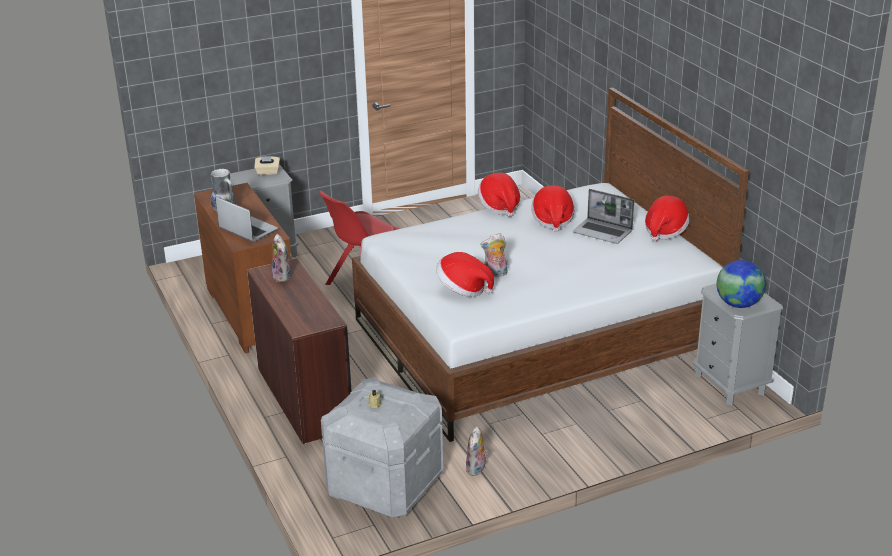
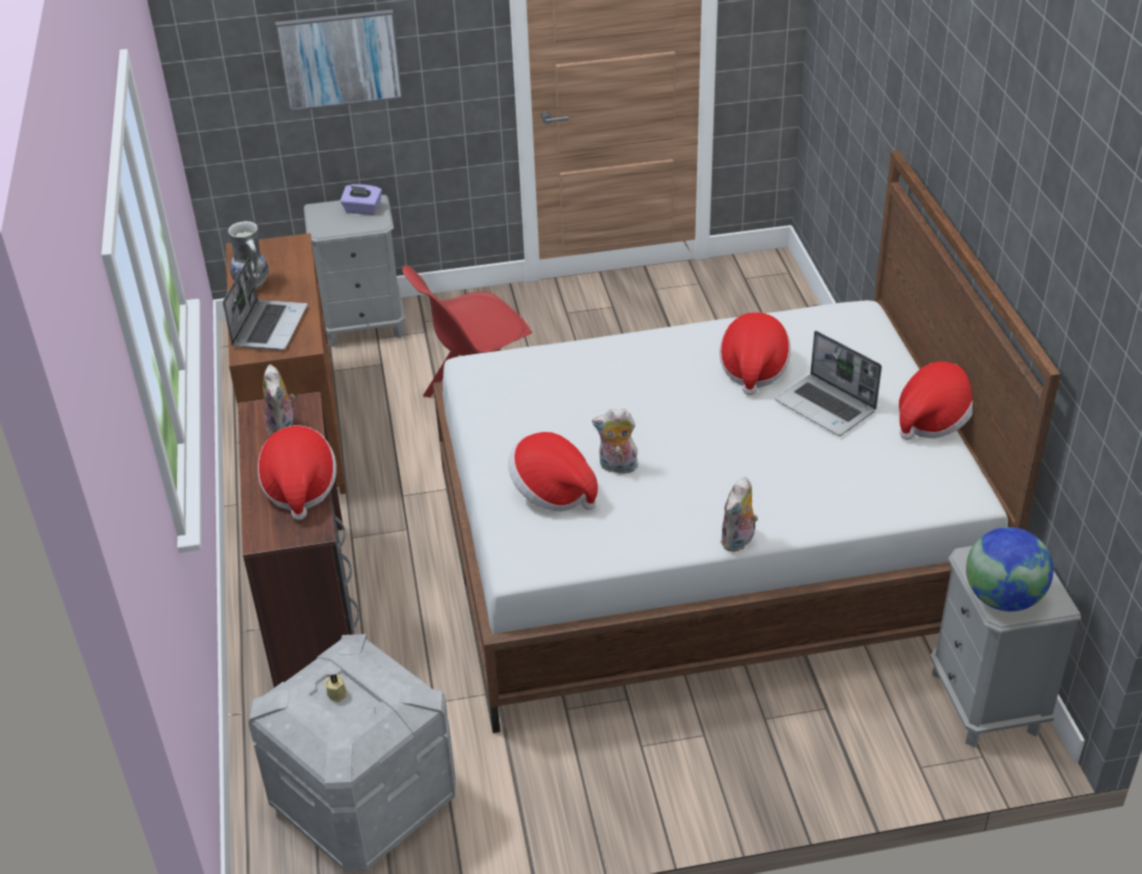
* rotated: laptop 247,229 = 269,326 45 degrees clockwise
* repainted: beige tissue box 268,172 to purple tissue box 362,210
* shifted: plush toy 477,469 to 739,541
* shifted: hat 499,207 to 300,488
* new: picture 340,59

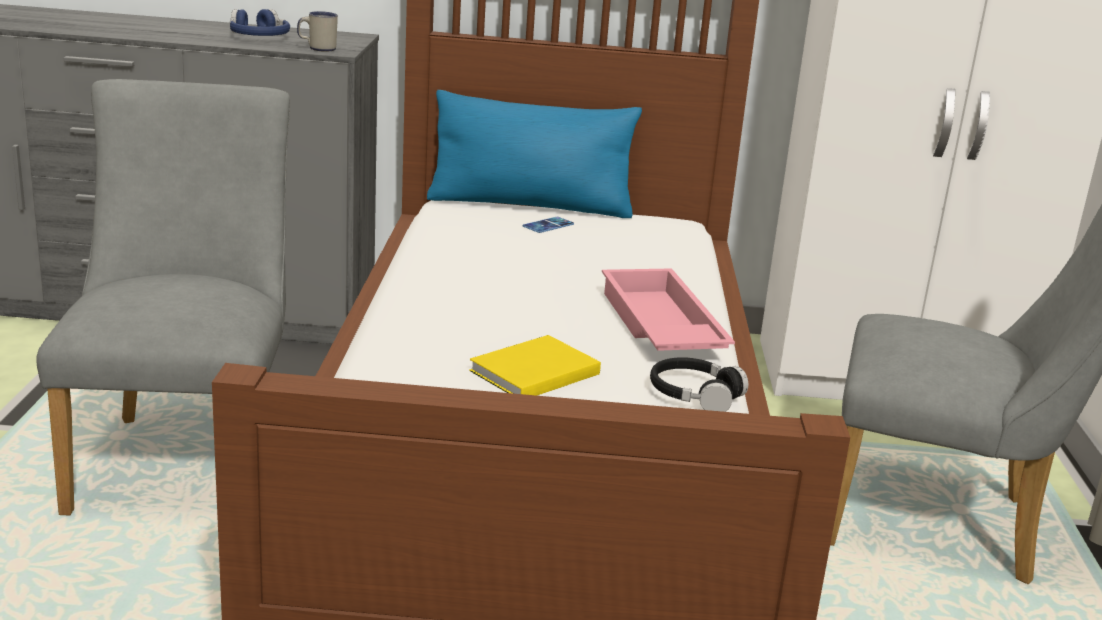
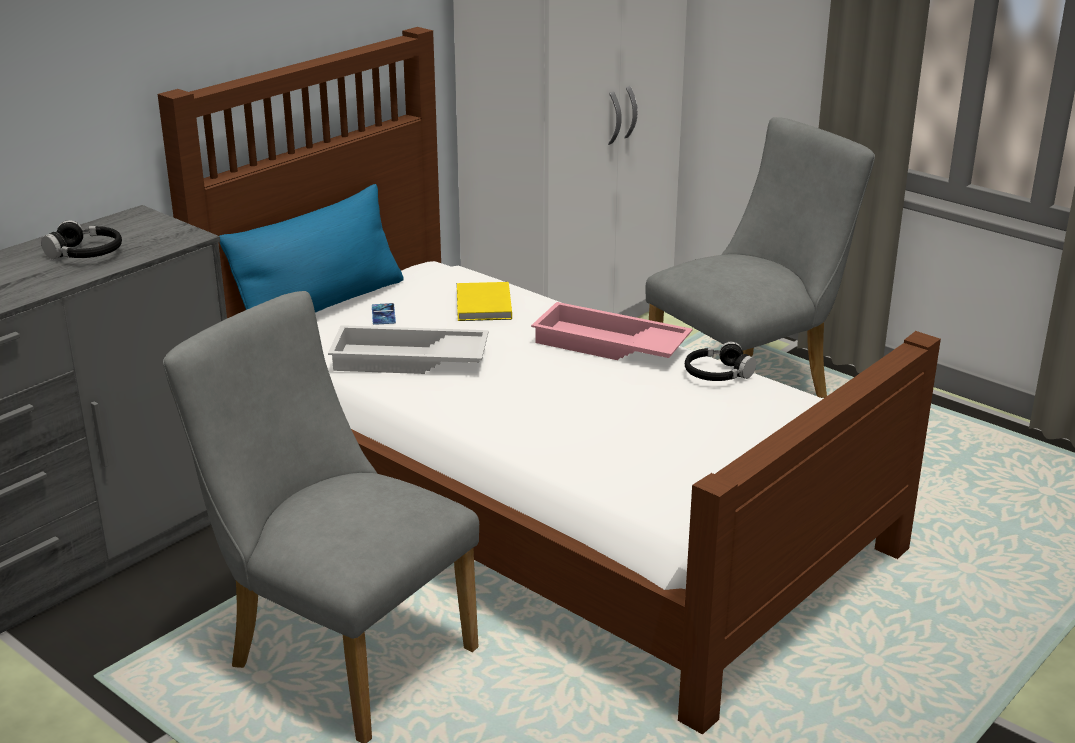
* repainted: blue headphones 259,37 to black headphones 85,253
* gone: white mug 317,48
* shifted: yellow book 531,372 to 482,306
* new: white tray 408,361

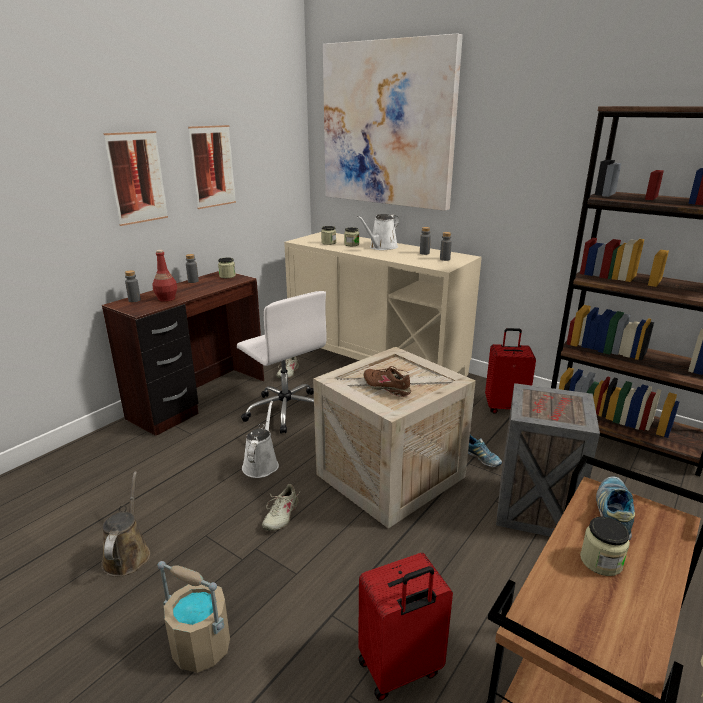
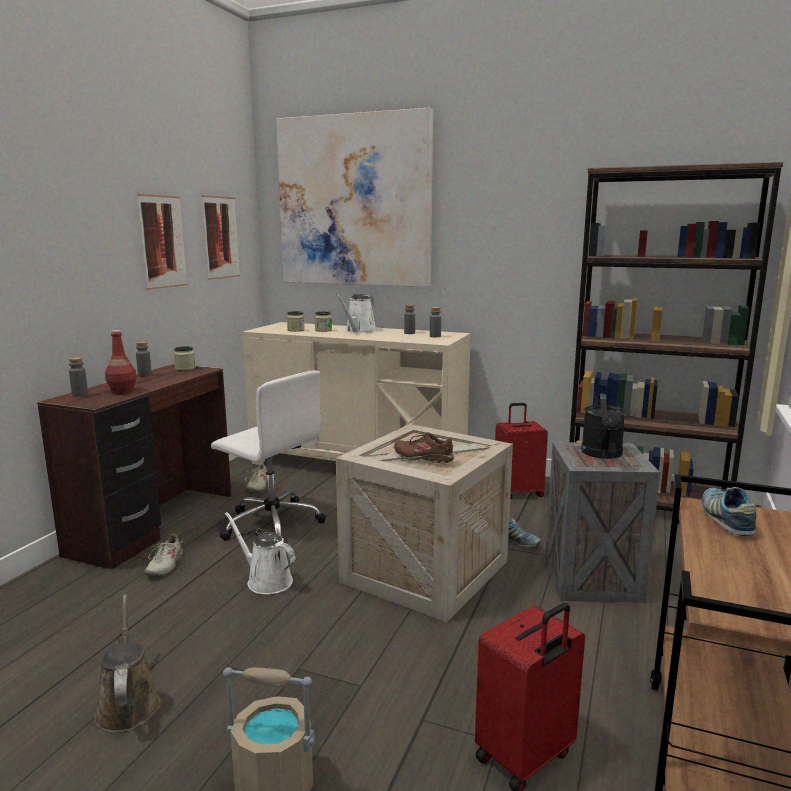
* shifted: picture 137,178 to 220,237
* rotated: white watering can 261,464 = 266,581 45 degrees counterclockwise
* shifted: beige shoe 281,515 to 165,565
* gone: jar 601,561
* new: black watering can 602,454

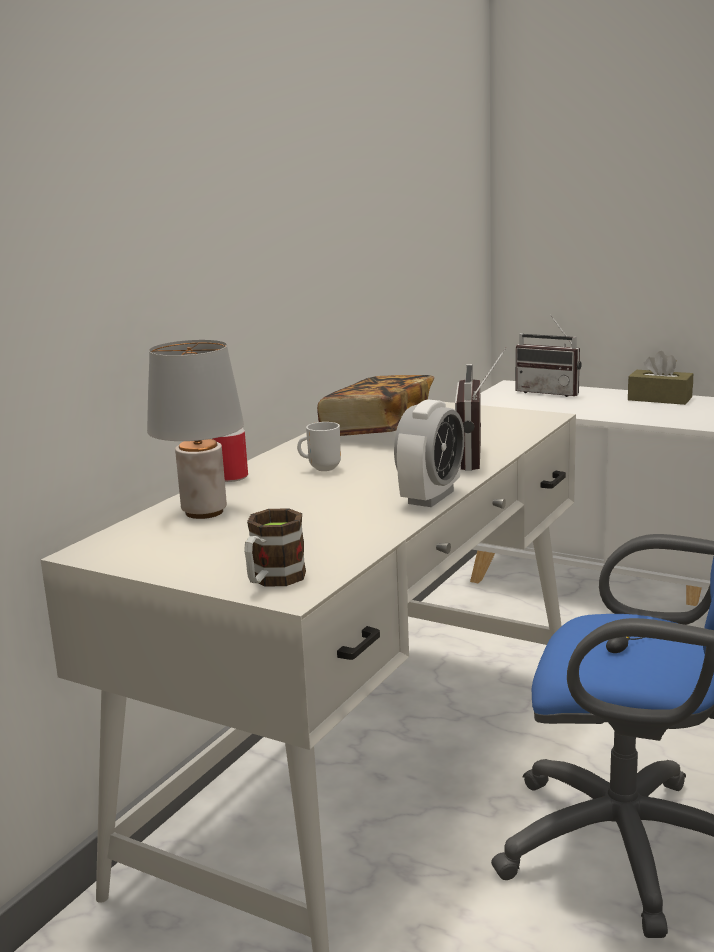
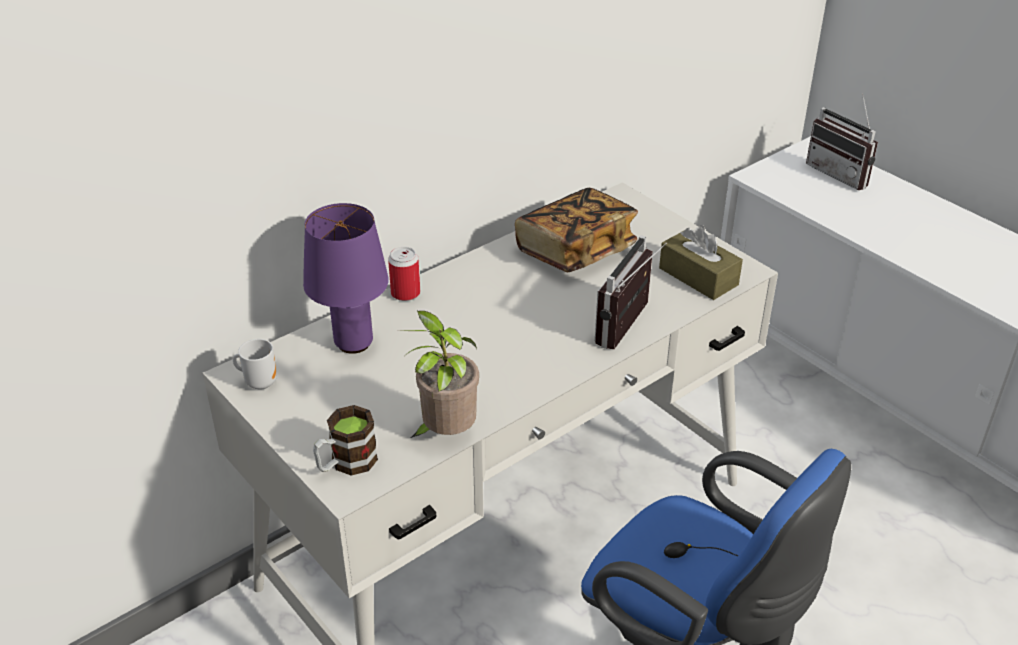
* repainted: grey table lamp 205,512 to purple table lamp 354,343
* shifted: mug 322,468 to 259,382
* gone: alarm clock 430,497
* shifted: brown tissue box 659,399 to 698,276
* new: potted plant 445,434

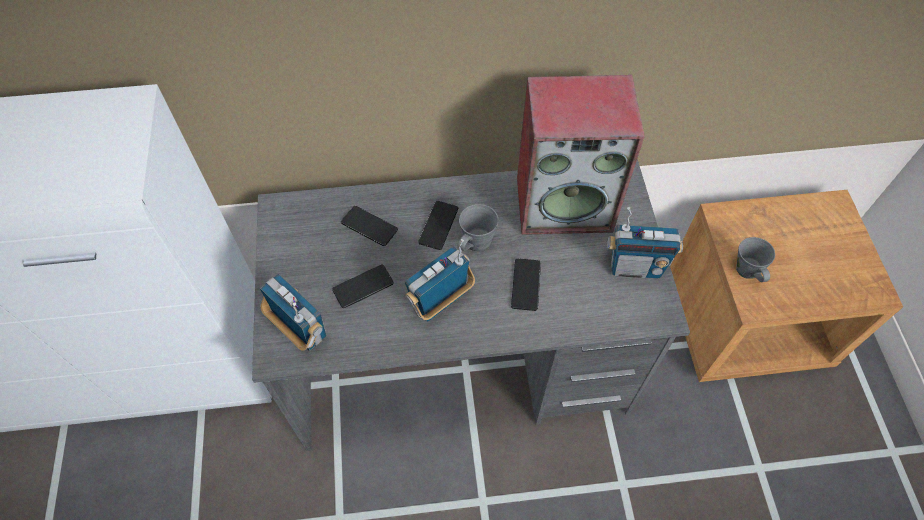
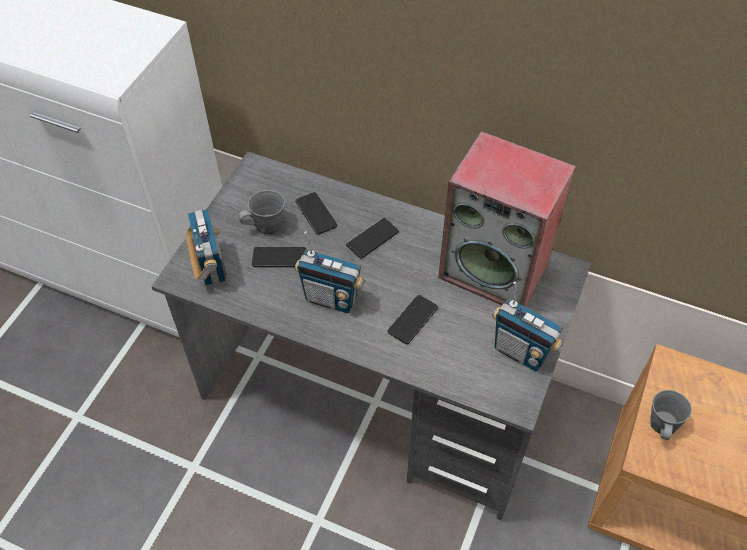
* rotated: radio 439,302 = 331,298 150 degrees counterclockwise
* shifted: grey mug 476,242 to 266,225

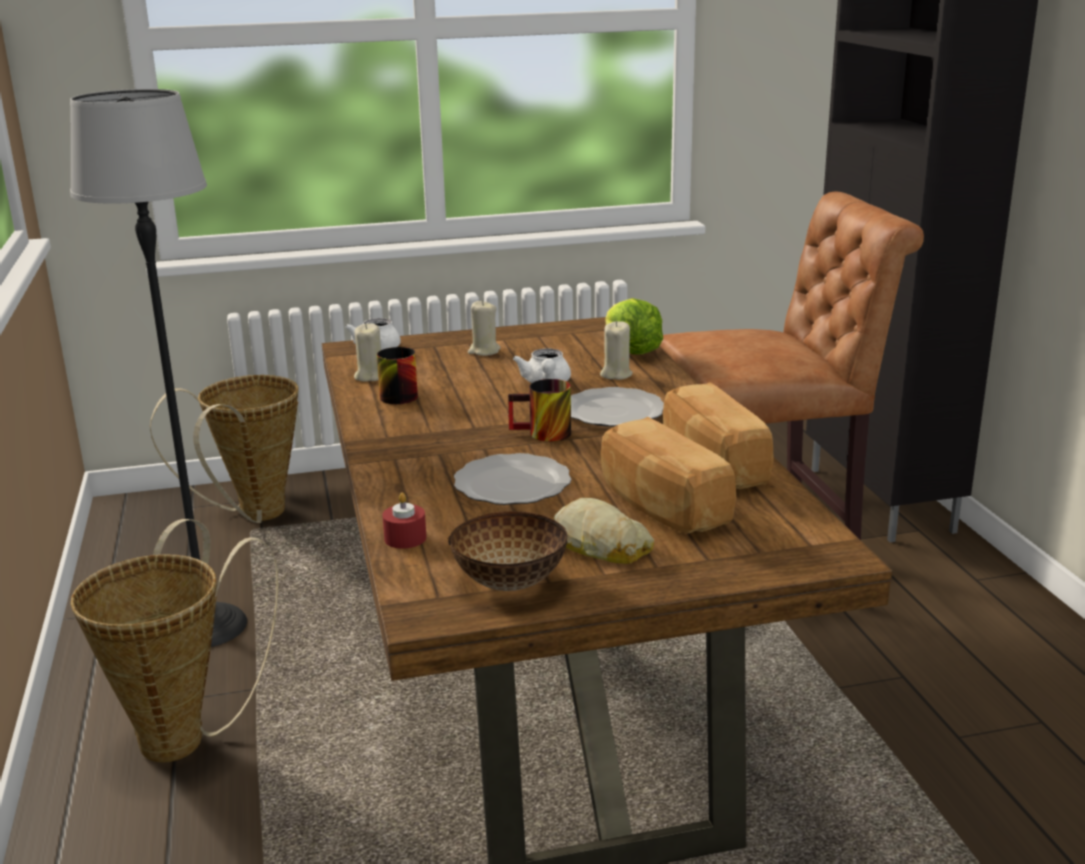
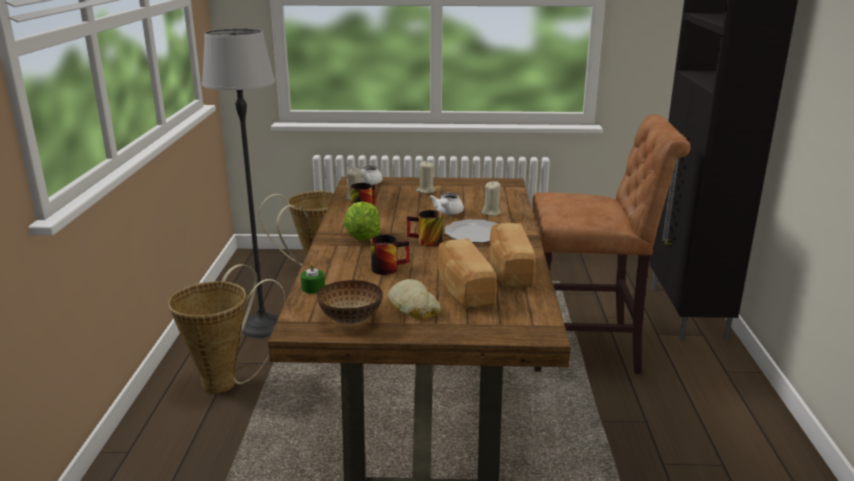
* repainted: red candle 405,538 to green candle 313,288
* swapped: plate 510,485 to mug 388,267
* shifted: lettuce 631,352 to 362,237

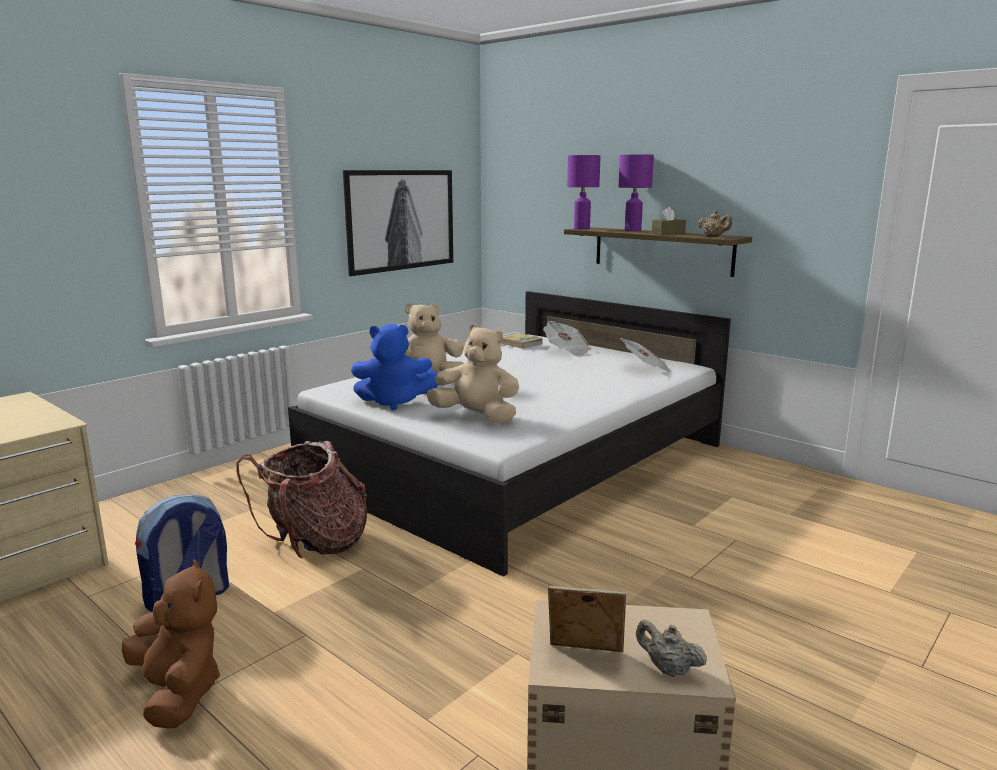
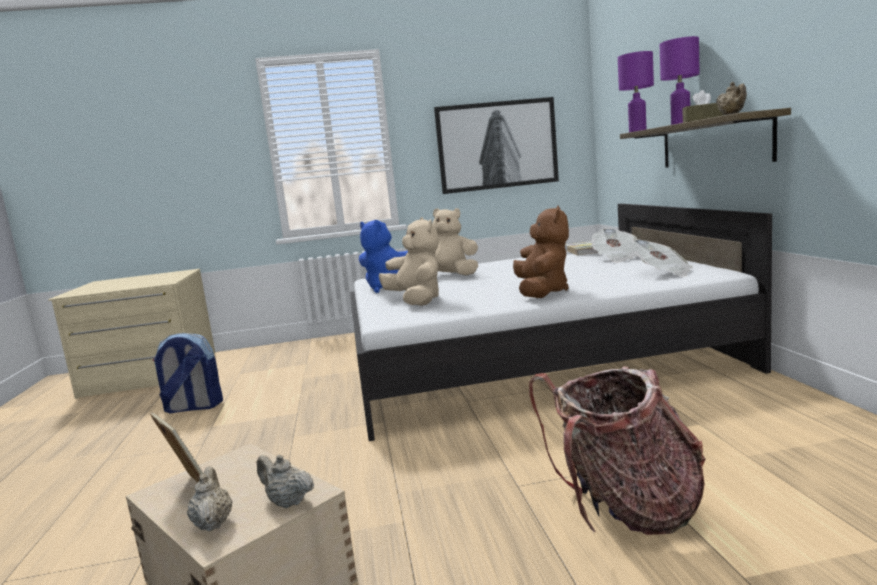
* shifted: brown plush toy 178,693 to 542,292
* shifted: backpack 314,544 to 625,510
* new: beige teapot 287,502

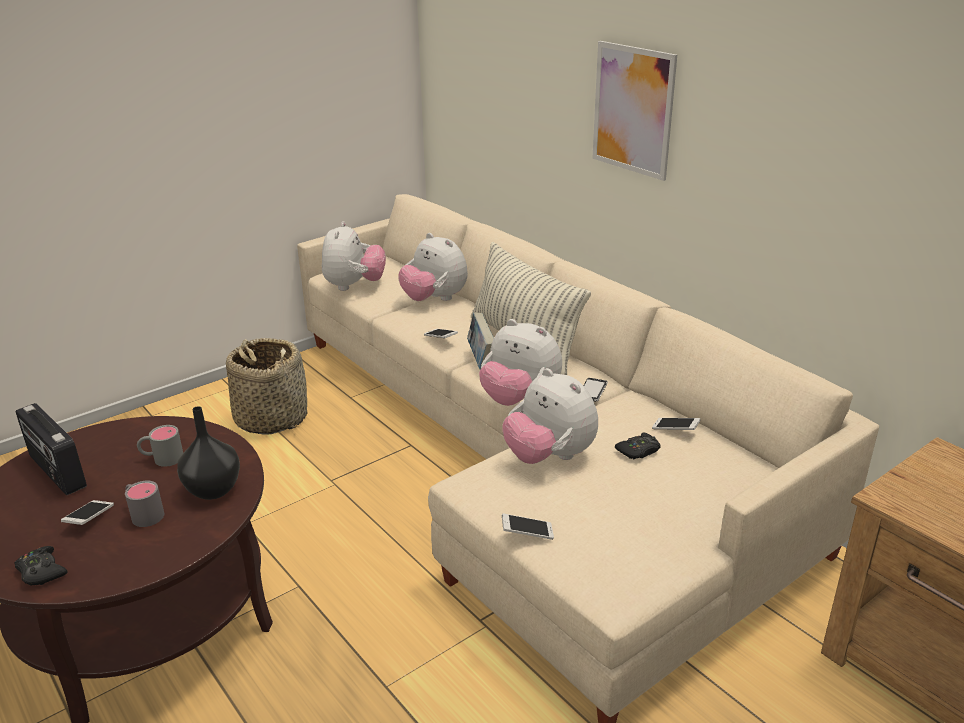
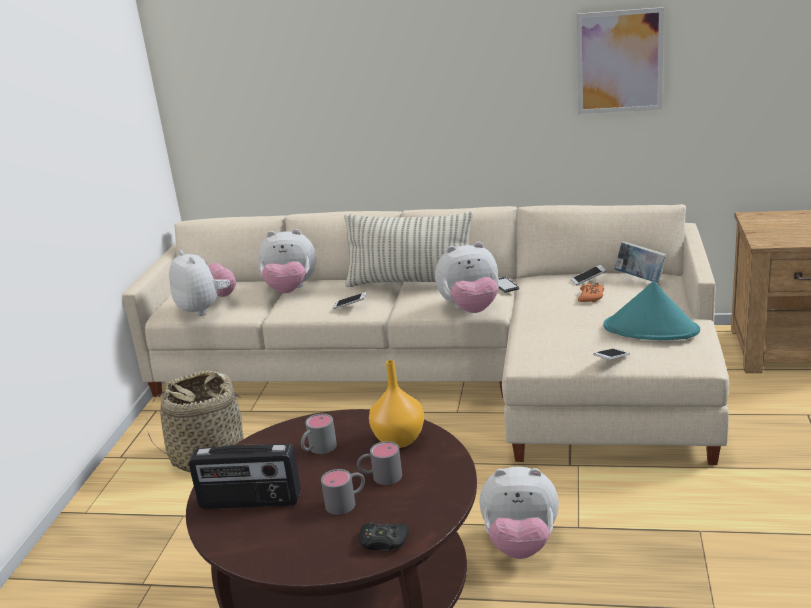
* swapped: phone 90,518 to grey mug 347,502
* repainted: black vase 214,490 to orange vase 400,440
* shifted: book 481,360 to 640,279
* shifted: plush toy 549,457 to 520,544
* shifted: picture 633,110 to 619,61
* repainted: black game controller 638,451 to orange game controller 591,297
* new: turquoise hat 651,329

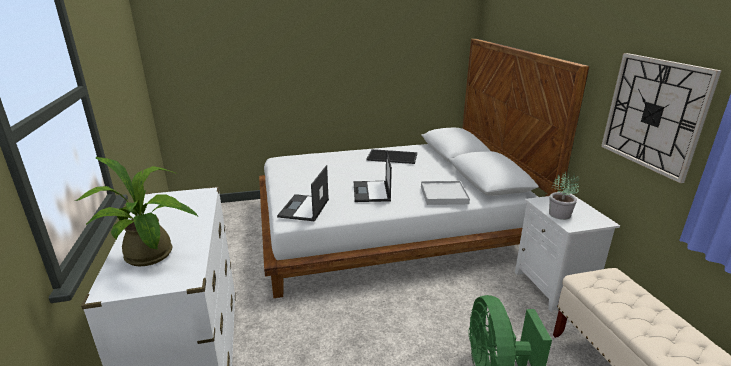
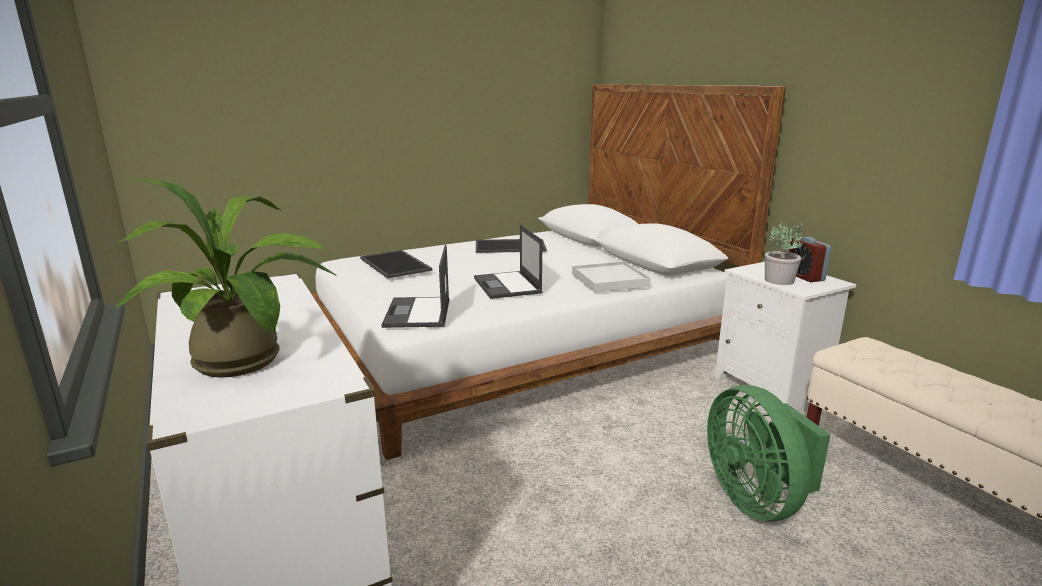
* gone: wall clock 654,114
* new: tray 396,264
* new: alarm clock 804,277

